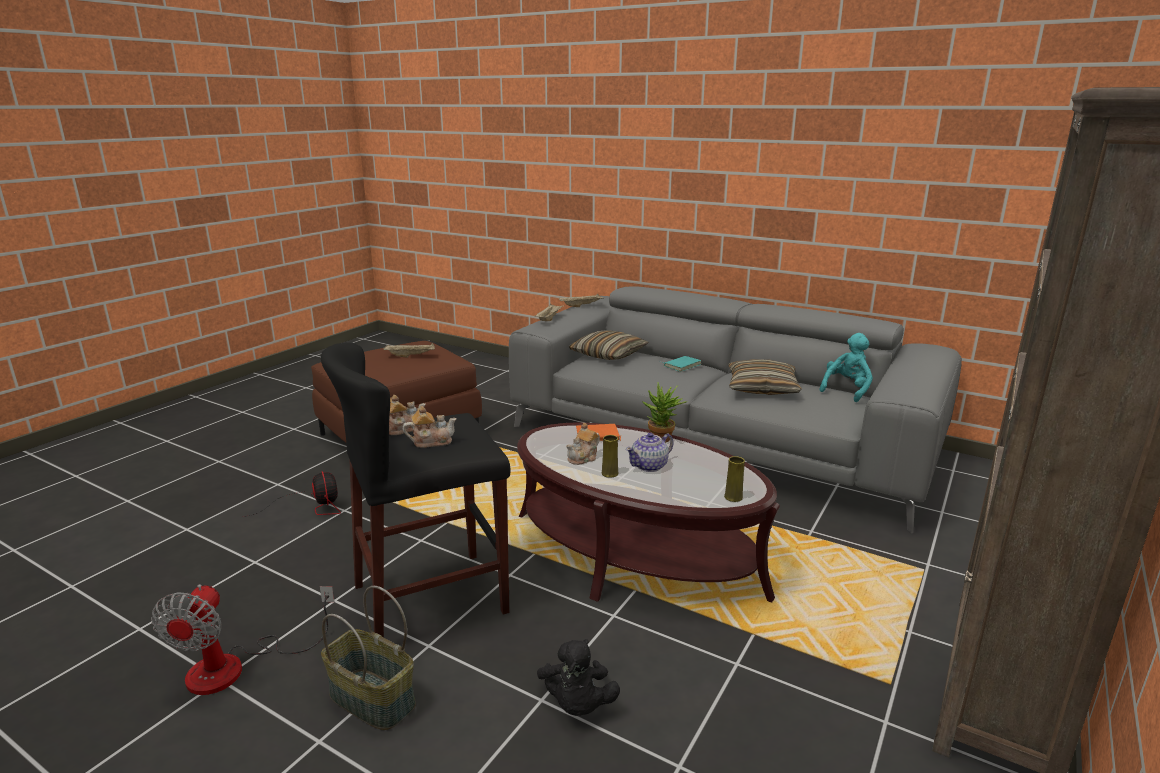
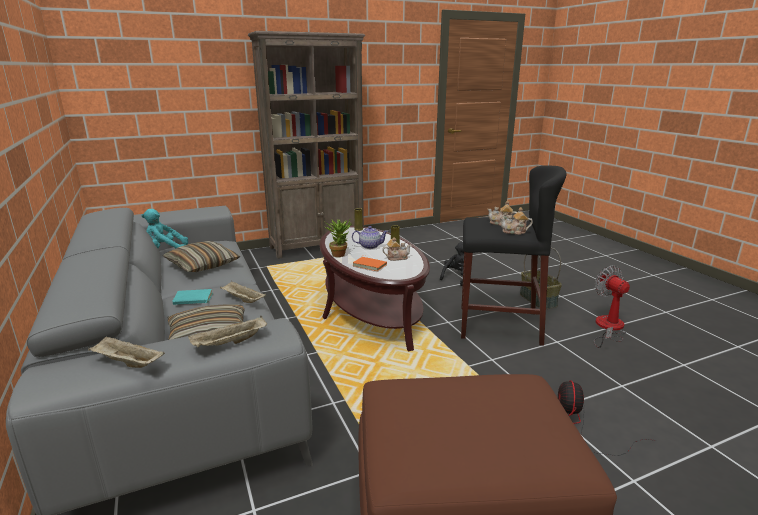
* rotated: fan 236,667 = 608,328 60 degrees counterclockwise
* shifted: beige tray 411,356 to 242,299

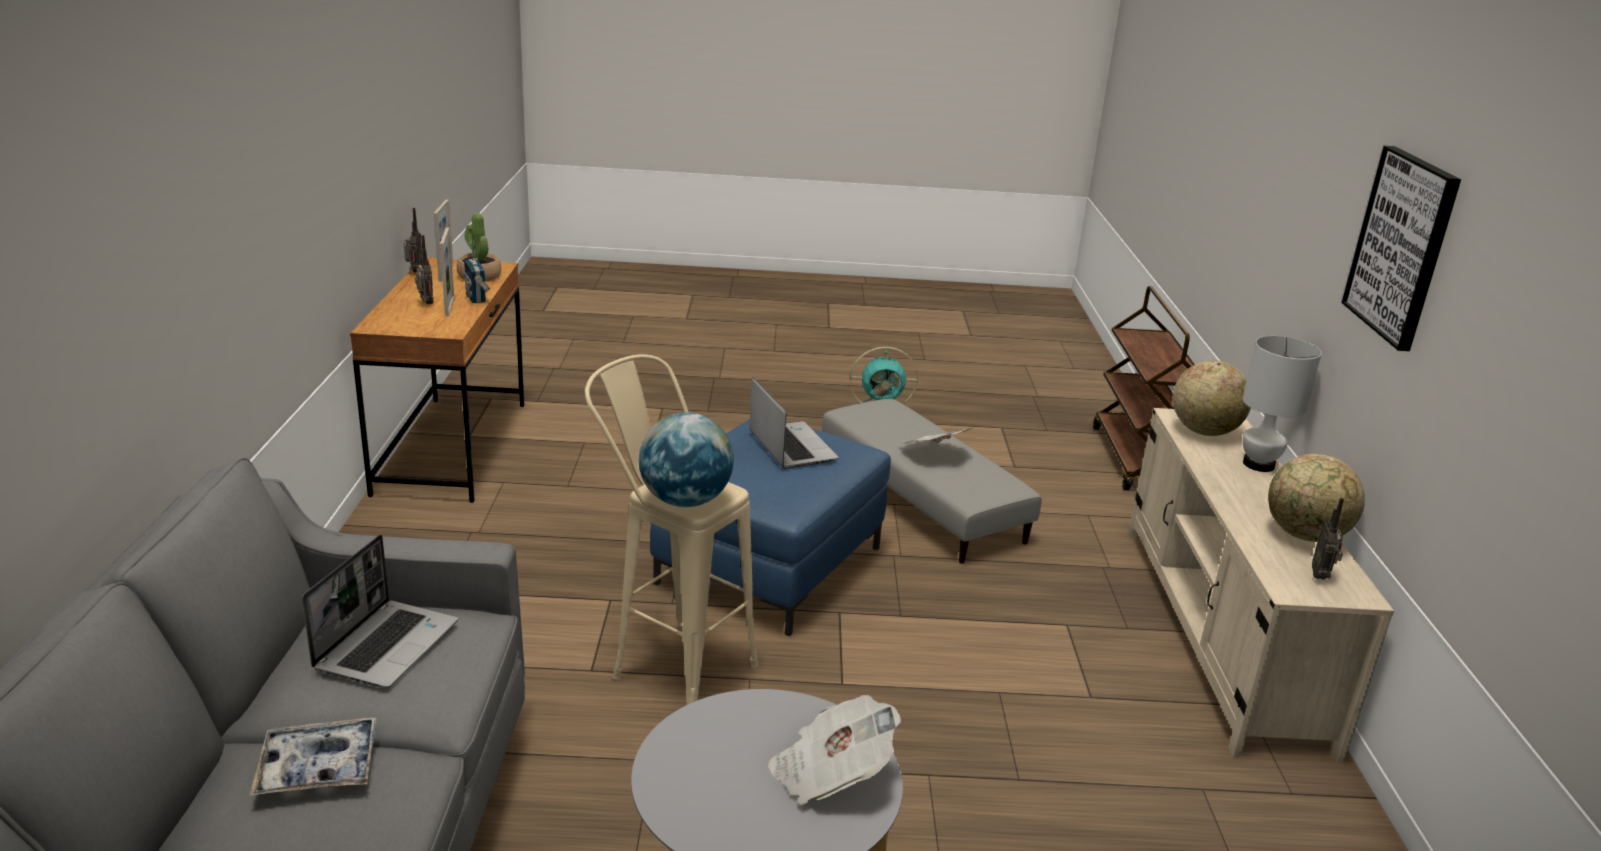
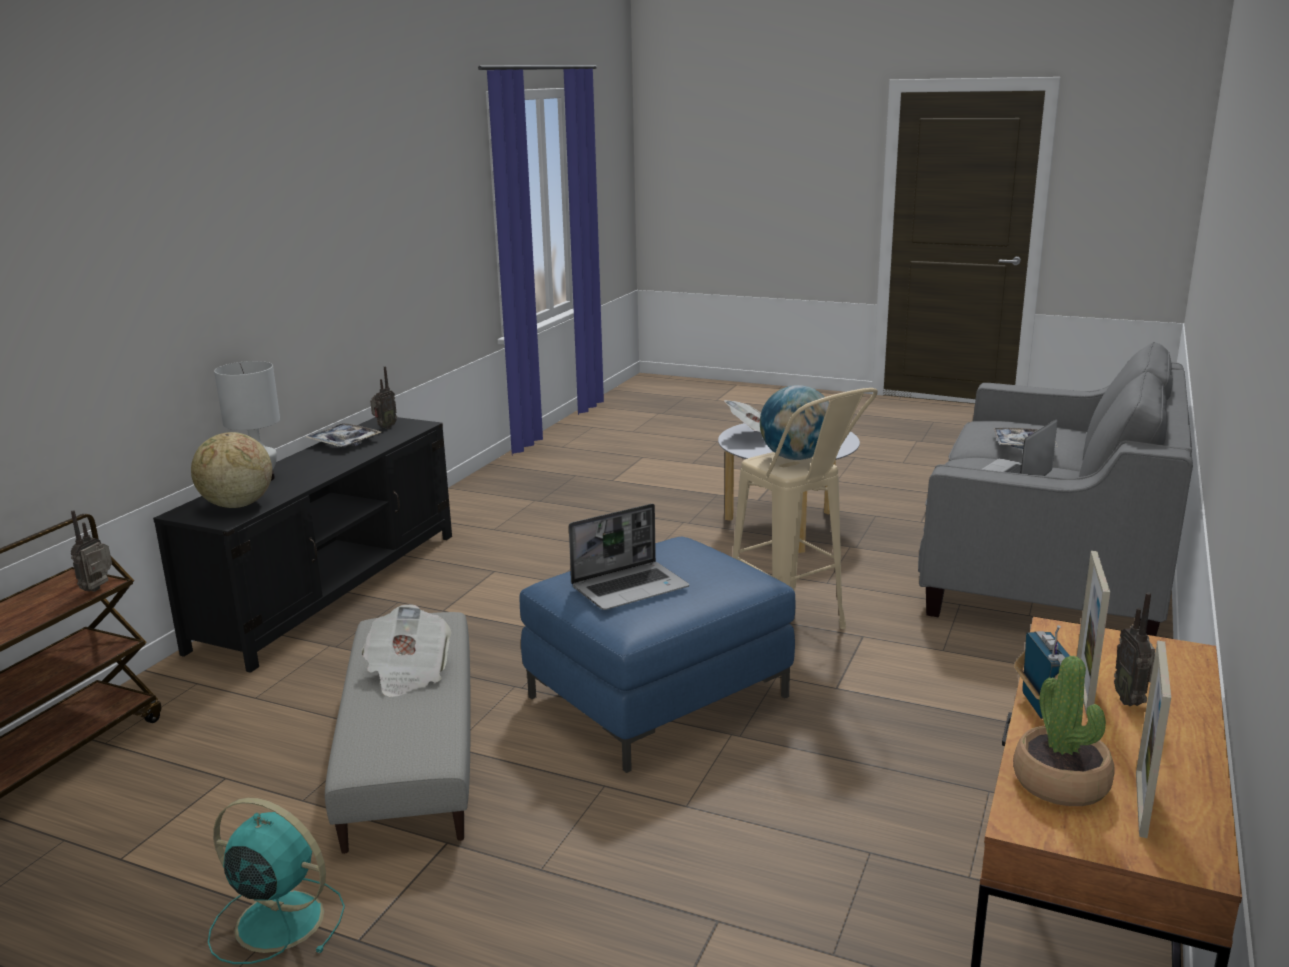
* shifted: radio 414,272 to 99,589
* rotated: laptop 790,447 = 630,587 120 degrees counterclockwise
* repainted: beige tv stand 1221,632 to black tv stand 331,589
* swapped: globe 1305,536 to tray 344,442
* gone: picture 1402,246

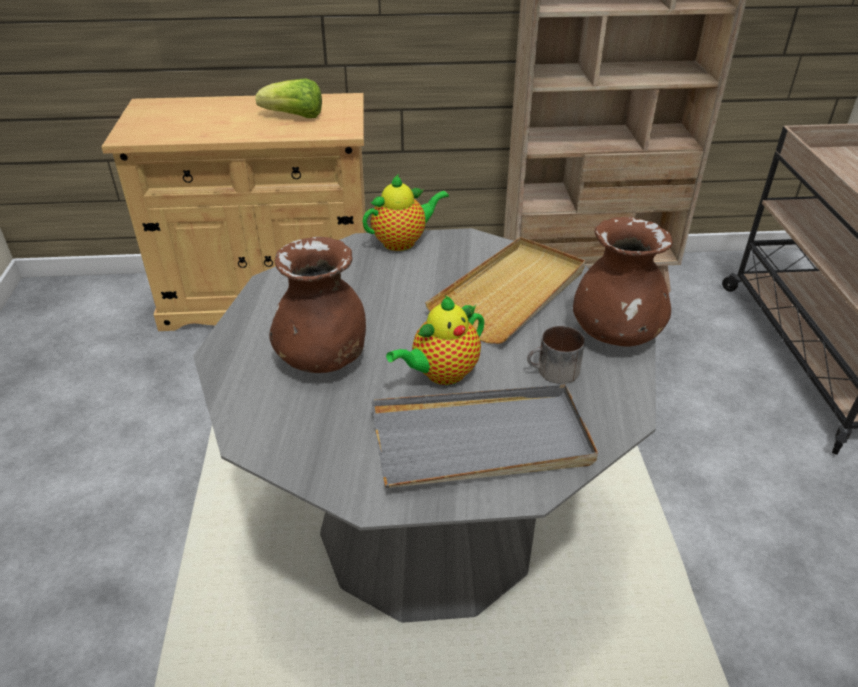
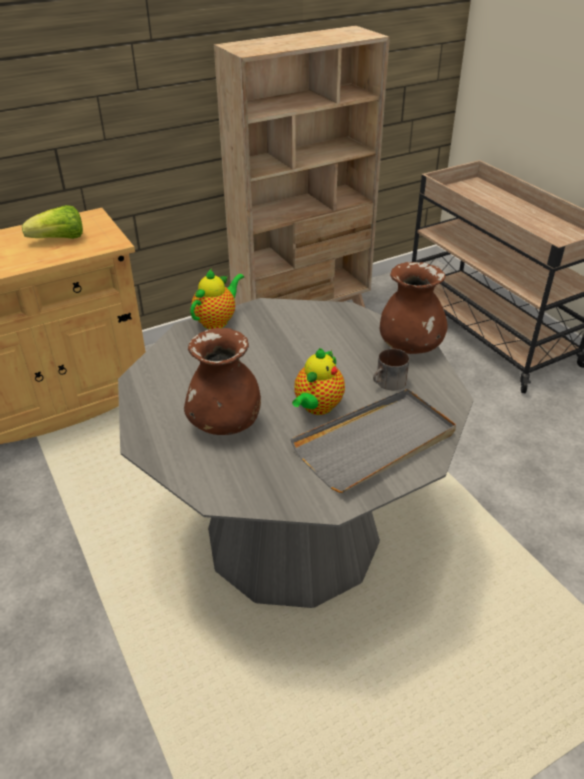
* gone: beige tray 510,293

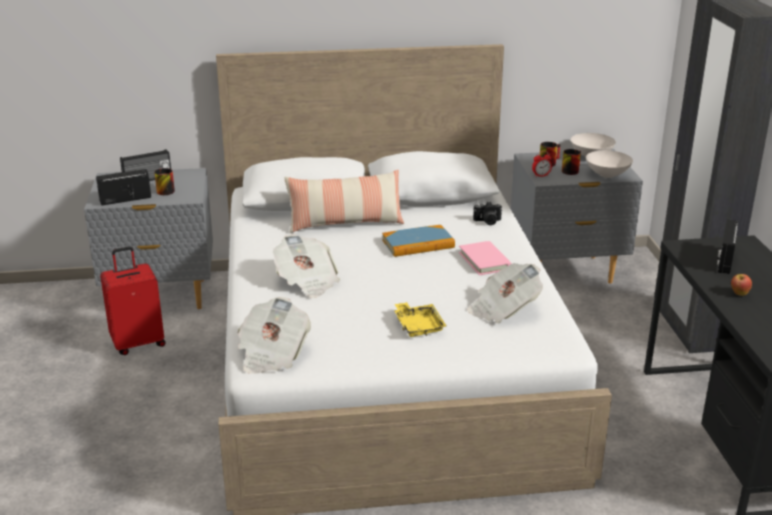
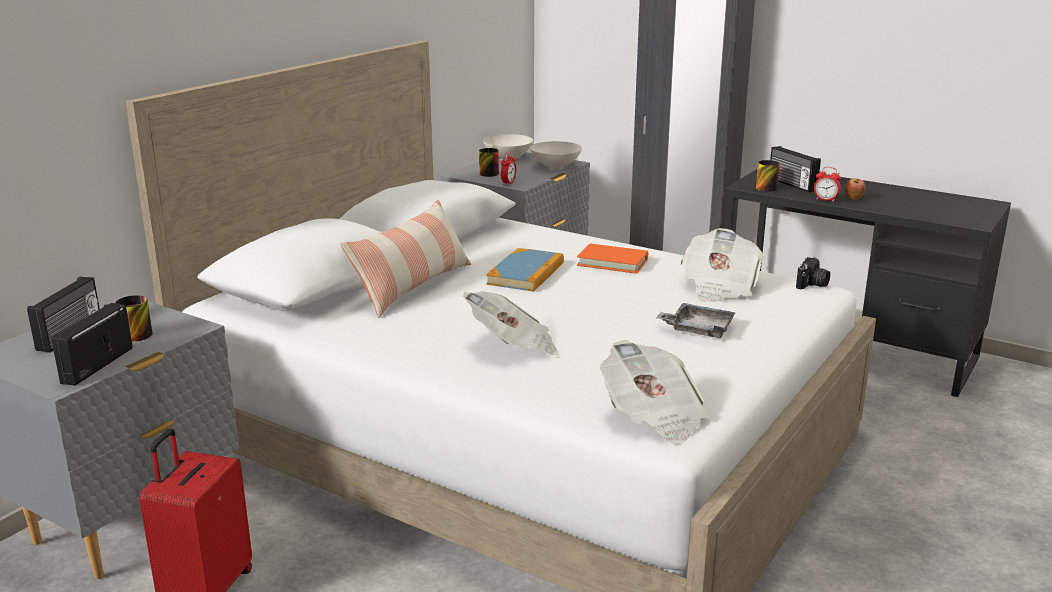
* repainted: yellow tray 418,326 to grey tray 698,329
* repainted: pink book 484,261 to orange book 612,262
* shifted: photo camera 487,221 to 812,285
* shifted: mug 570,170 to 763,187
* new: alarm clock 825,200

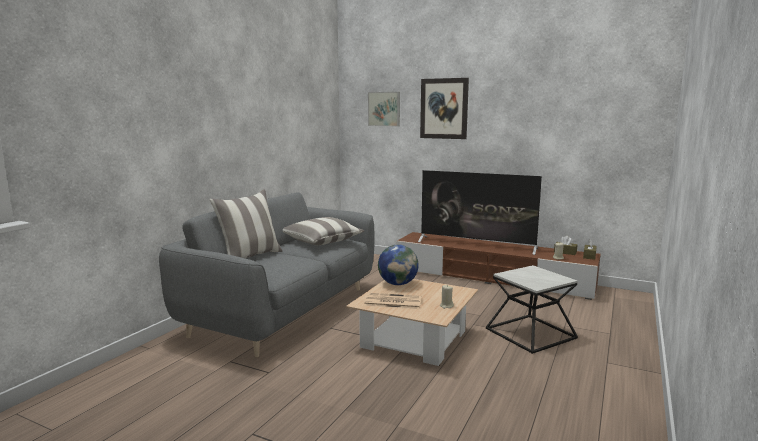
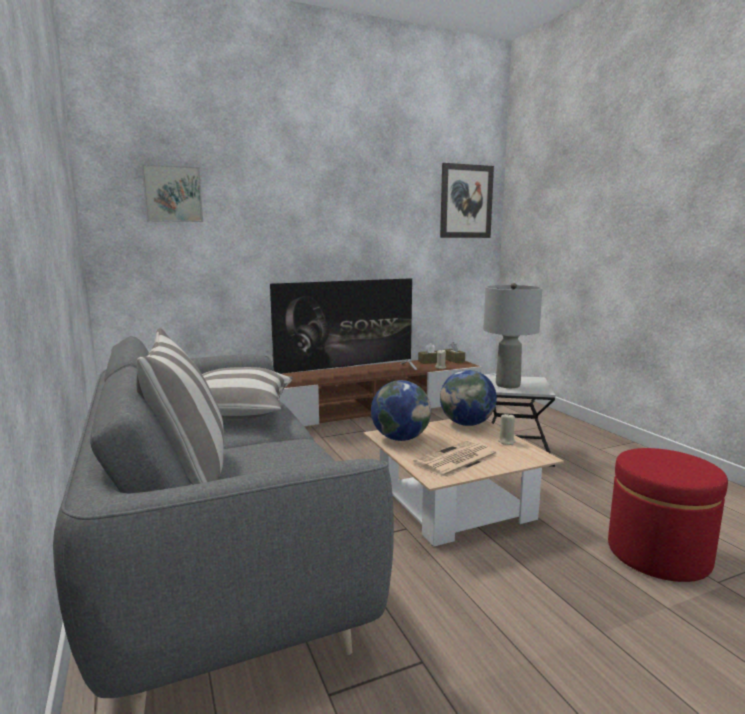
* shifted: picture 444,108 to 466,201
* new: globe 467,424
* new: grey table lamp 508,385
* new: red ottoman 658,554

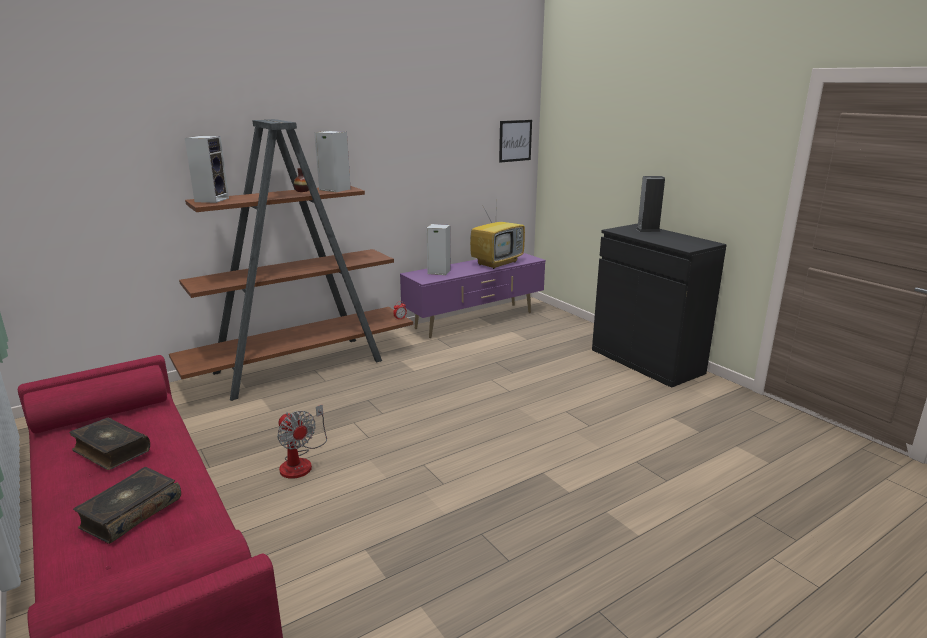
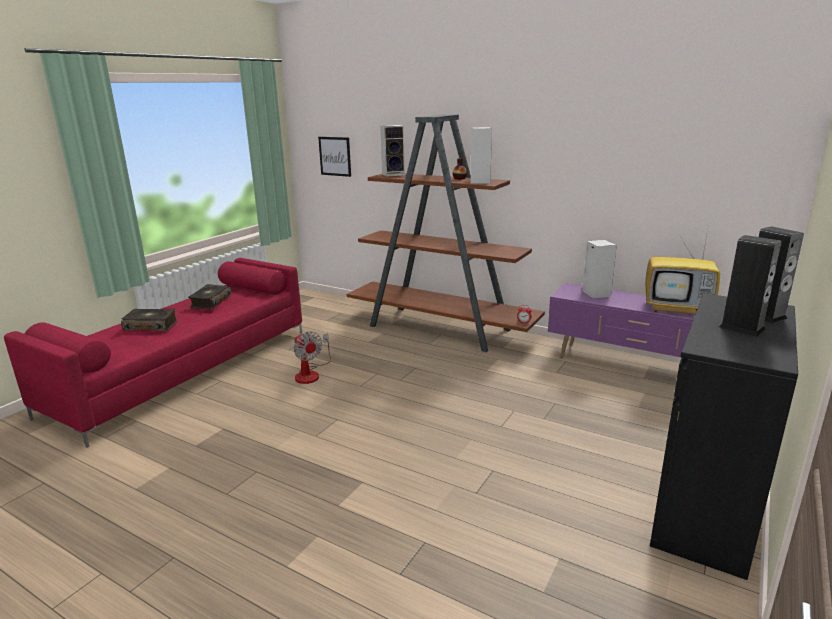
* rotated: fan 301,462 = 311,373 60 degrees counterclockwise
* shifted: picture 515,140 to 335,156
* new: speaker 742,328

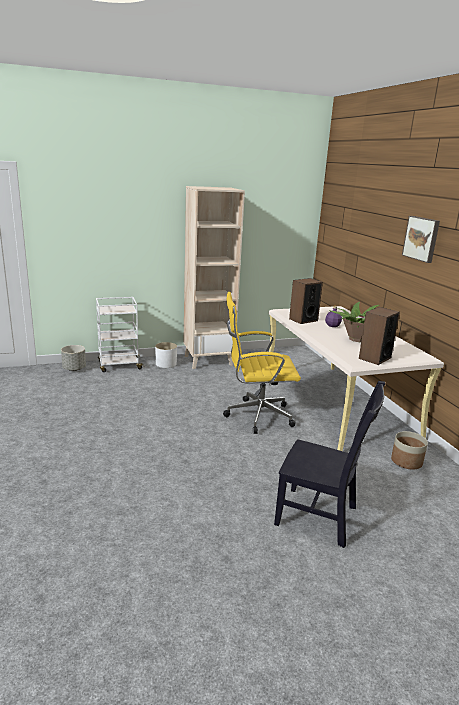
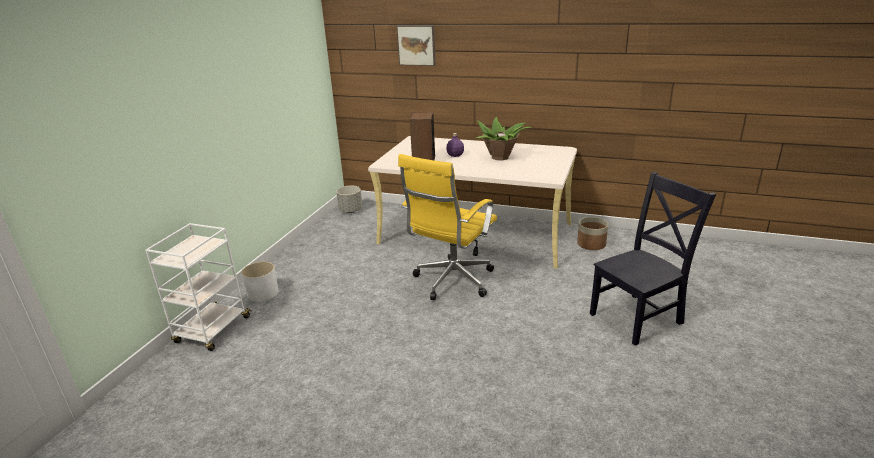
* shifted: grey planter 74,369 to 351,211
* gone: beige bookcase 208,360
* gone: speaker 374,358
* shifted: picture 422,238 to 417,45

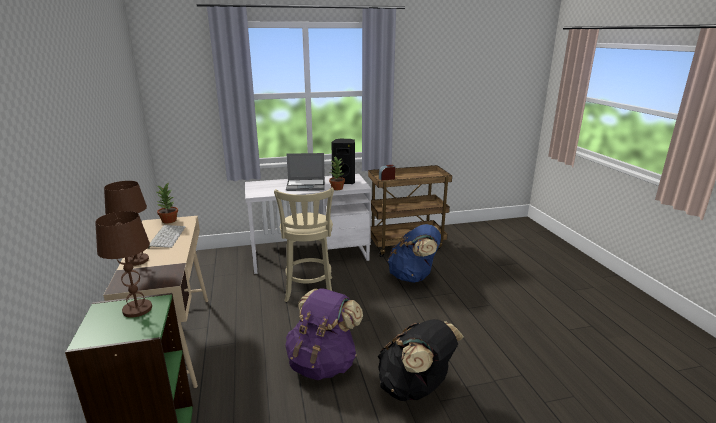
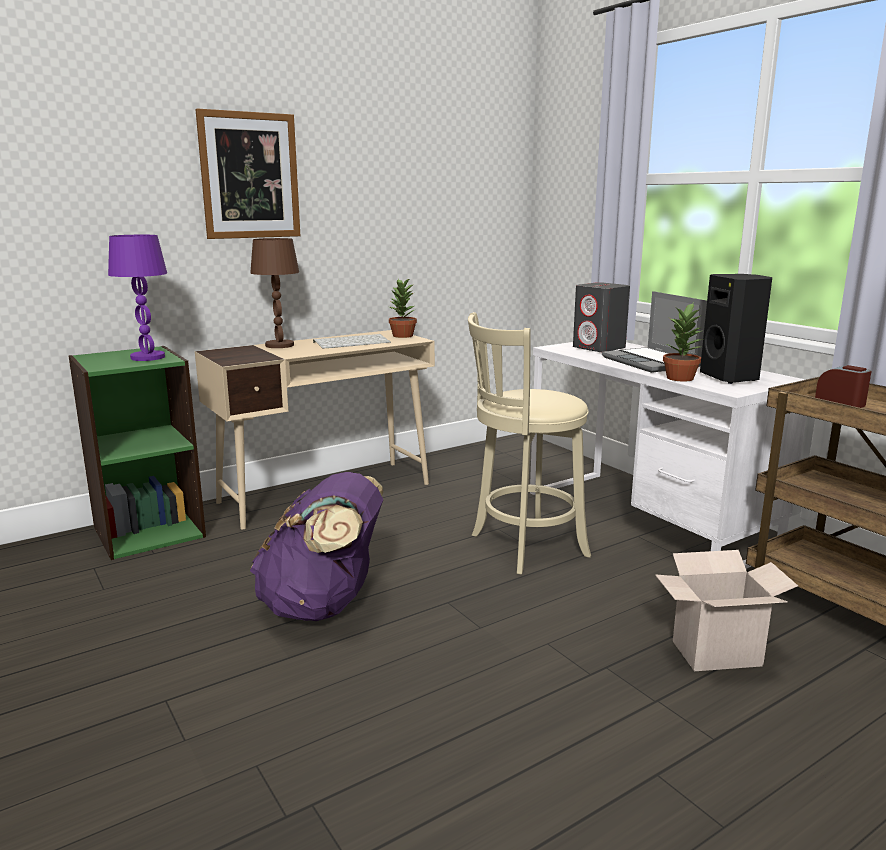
* repainted: brown table lamp 137,309 to purple table lamp 148,357
* gone: black backpack 415,388
* swapped: blue backpack 413,276 to cardboard box 715,655
* new: picture 250,176
* new: grey speaker 599,348

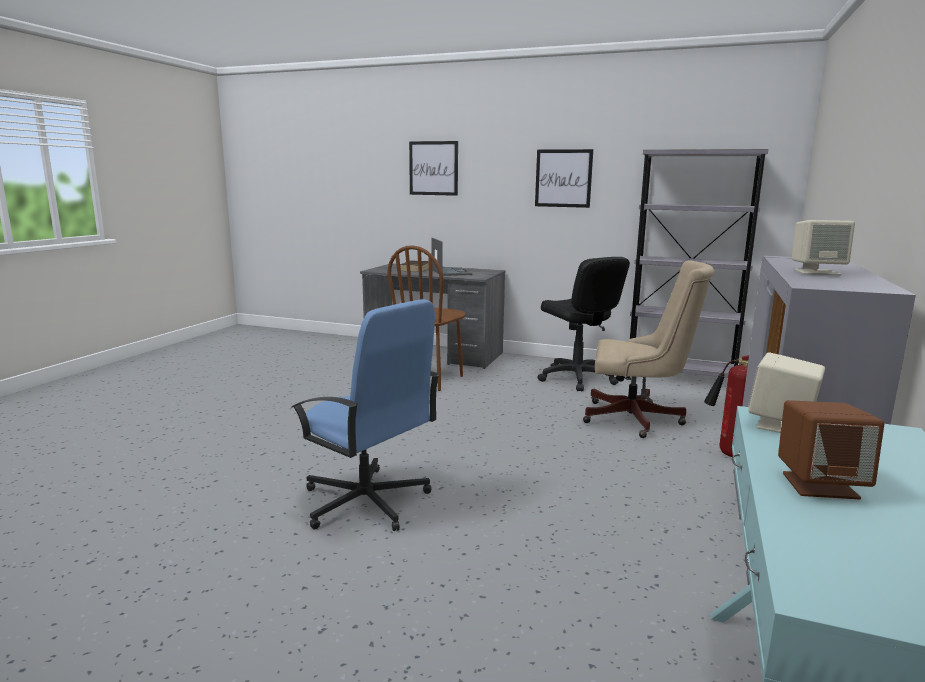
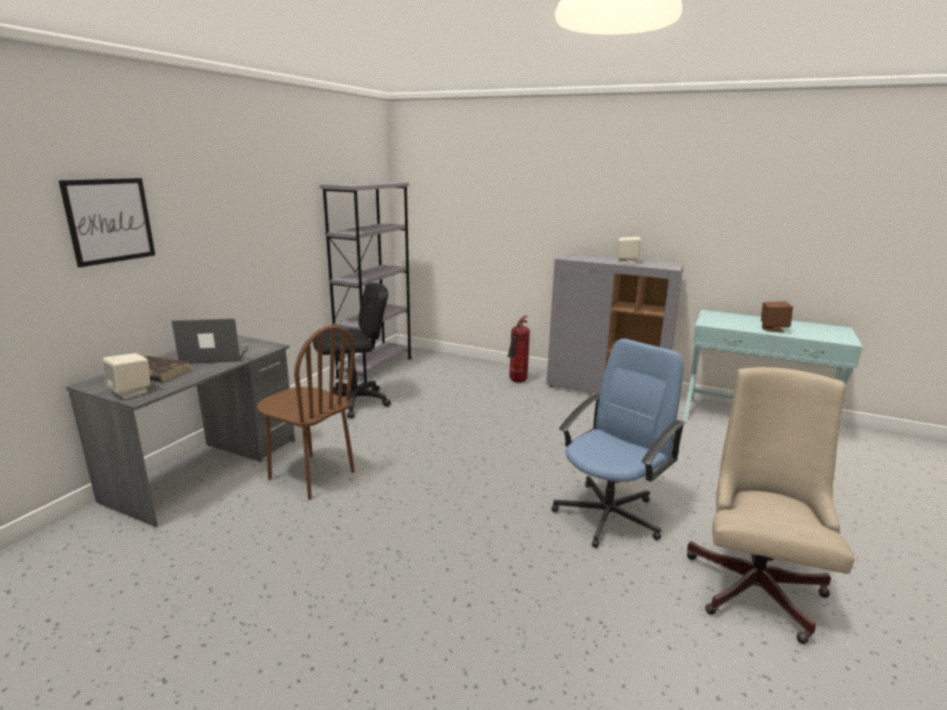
* gone: picture 563,178
* shifted: beige office chair 638,419 to 755,583
* shifted: beige speaker 781,425 to 131,392

